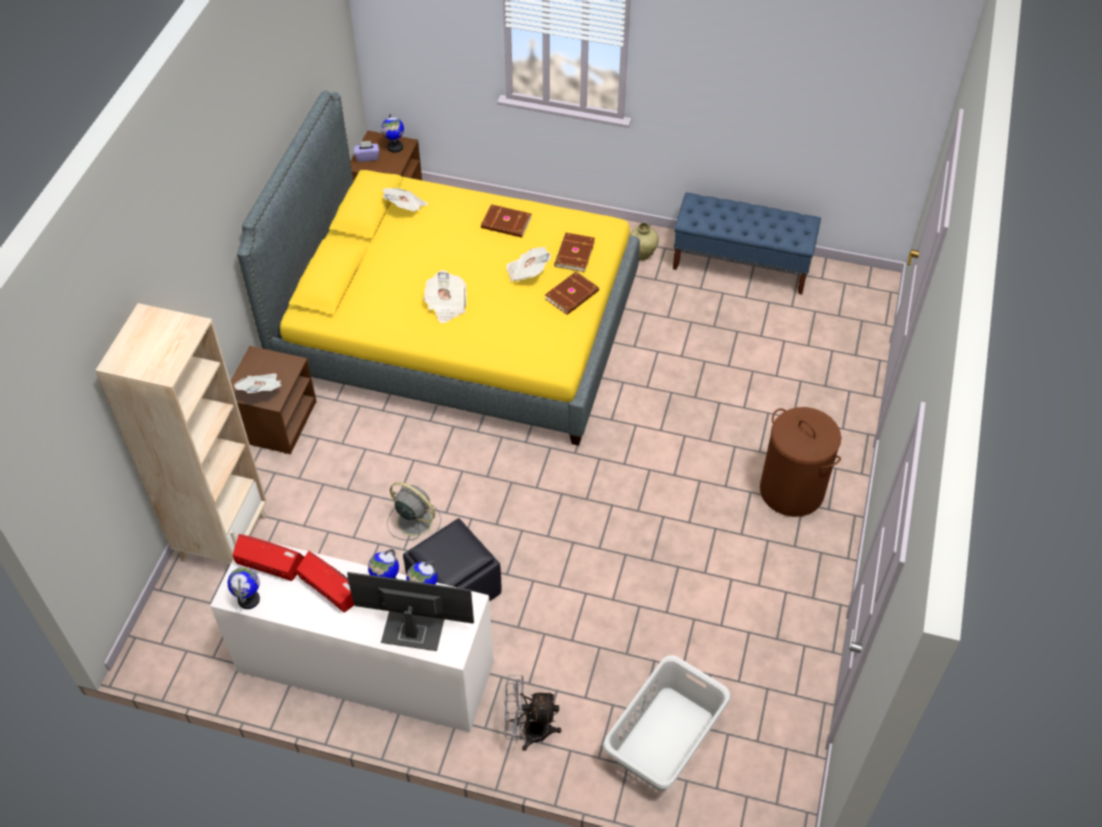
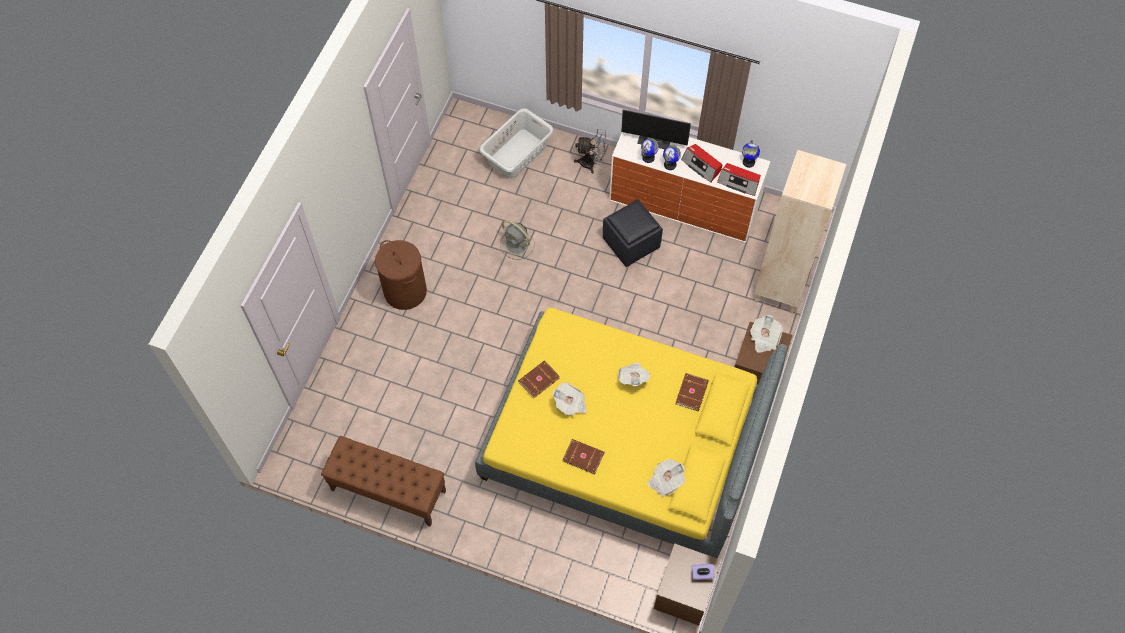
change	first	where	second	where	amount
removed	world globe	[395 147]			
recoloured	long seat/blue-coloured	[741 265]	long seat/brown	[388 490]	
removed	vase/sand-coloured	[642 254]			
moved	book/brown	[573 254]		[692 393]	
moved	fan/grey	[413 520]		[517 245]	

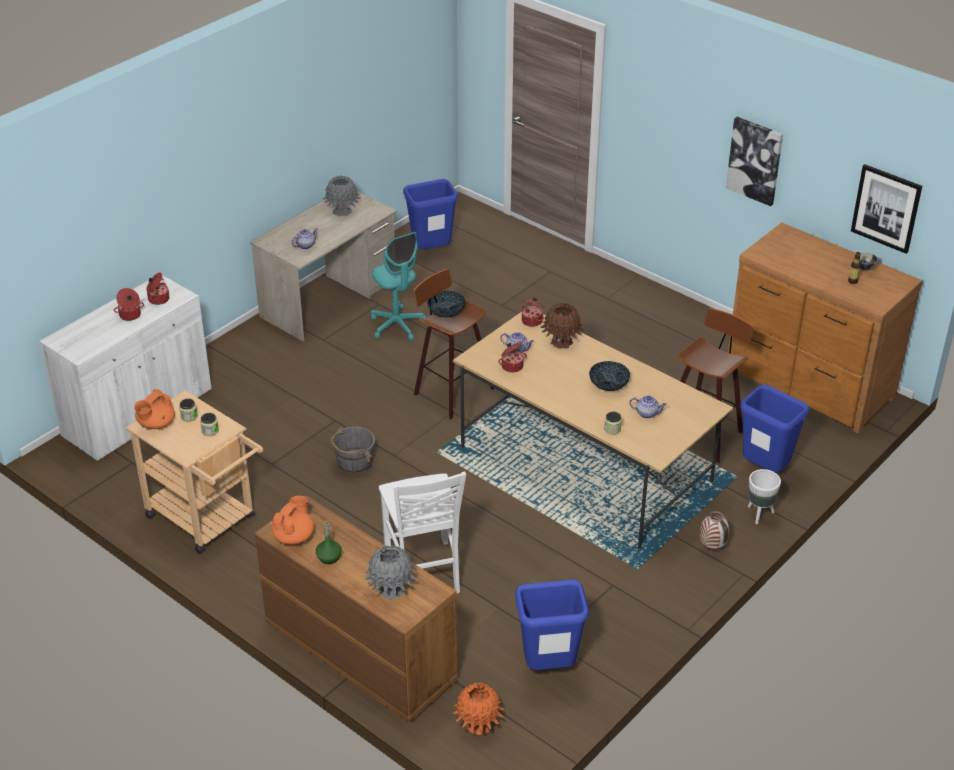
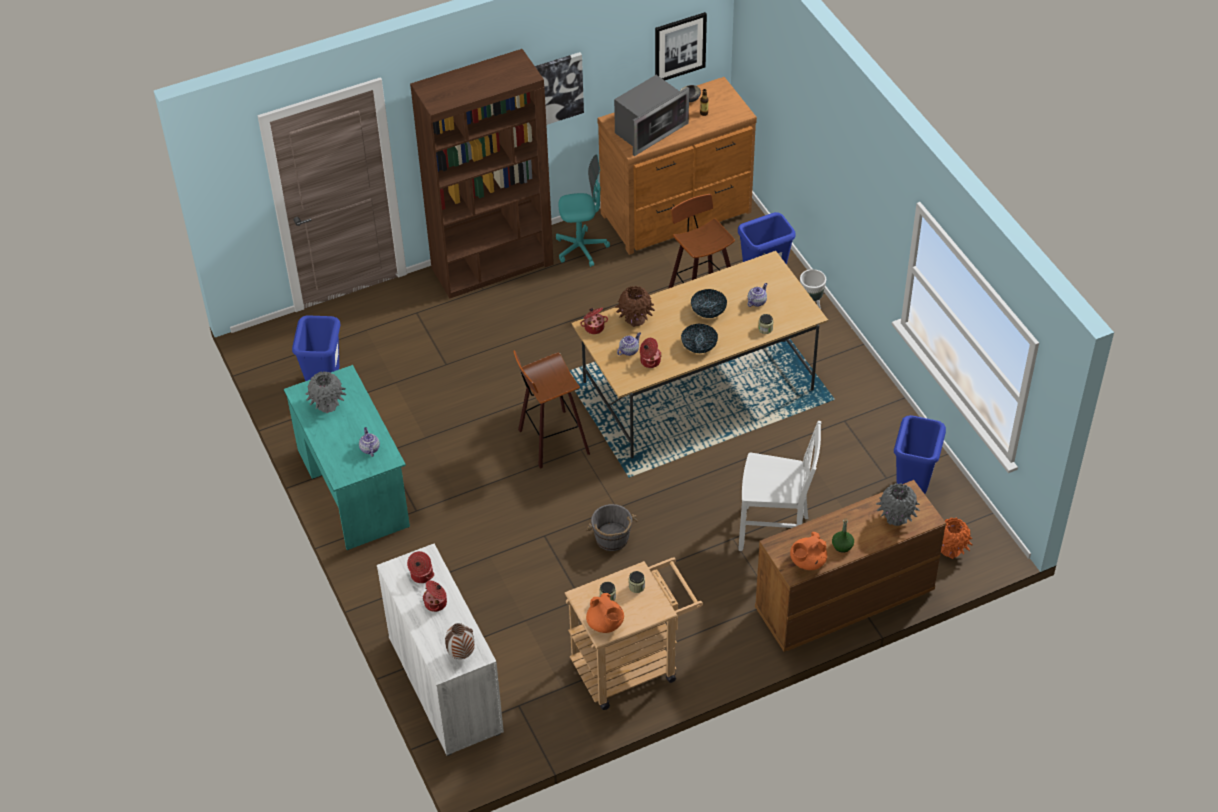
change	first	where	second	where	amount
recoloured	desk table/sand-coloured	[329 299]	desk table/turquoise-coloured	[353 487]	
moved	office chair/turquoise-coloured	[397 325]		[581 248]	
moved	deep dish	[446 312]		[699 345]	
turned	pot for tea/orange-coloured	[294 536]		[807 561]	90 degrees counterclockwise
moved	vase	[712 547]		[461 654]	
added			shelving unit/brown	[493 266]	
added			microwave oven	[649 130]	

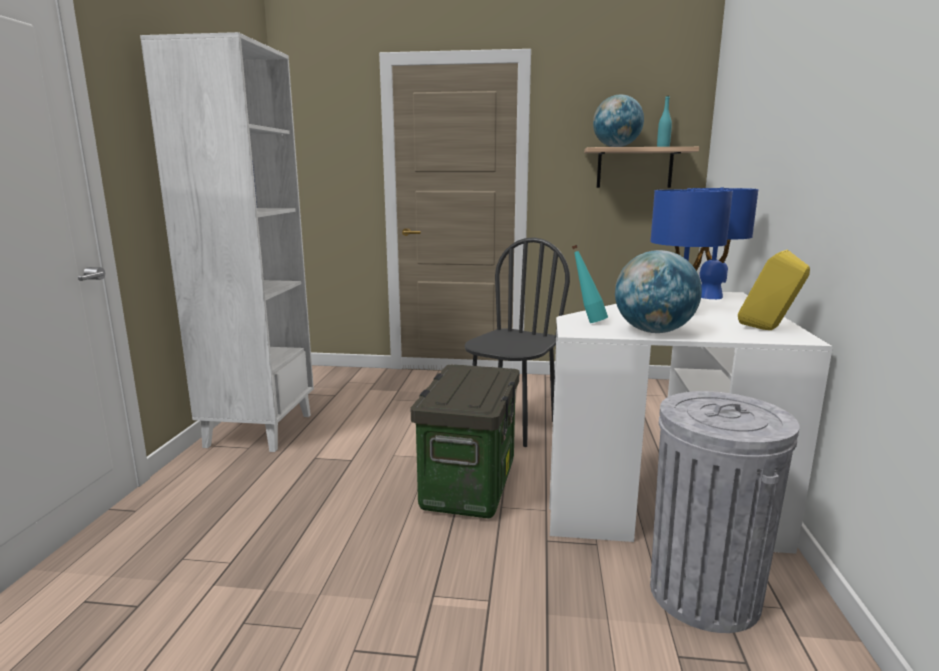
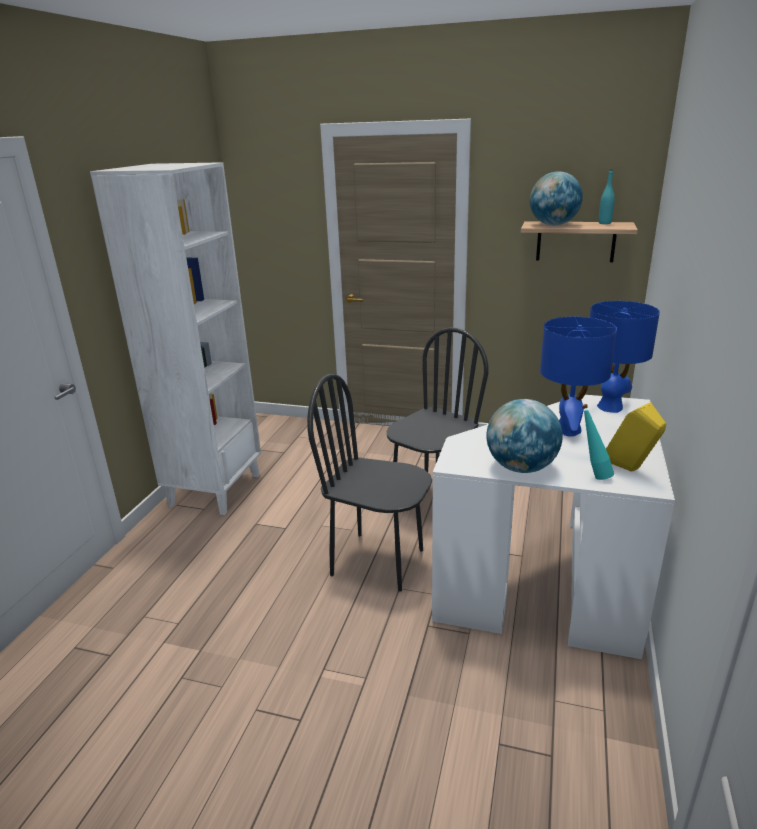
change	first	where	second	where	amount
moved	bottle/turquoise-coloured	[587 322]		[593 475]	
replaced	storage box	[468 484]	upright chair/black	[378 561]	
removed	waste bin/grey	[704 594]			

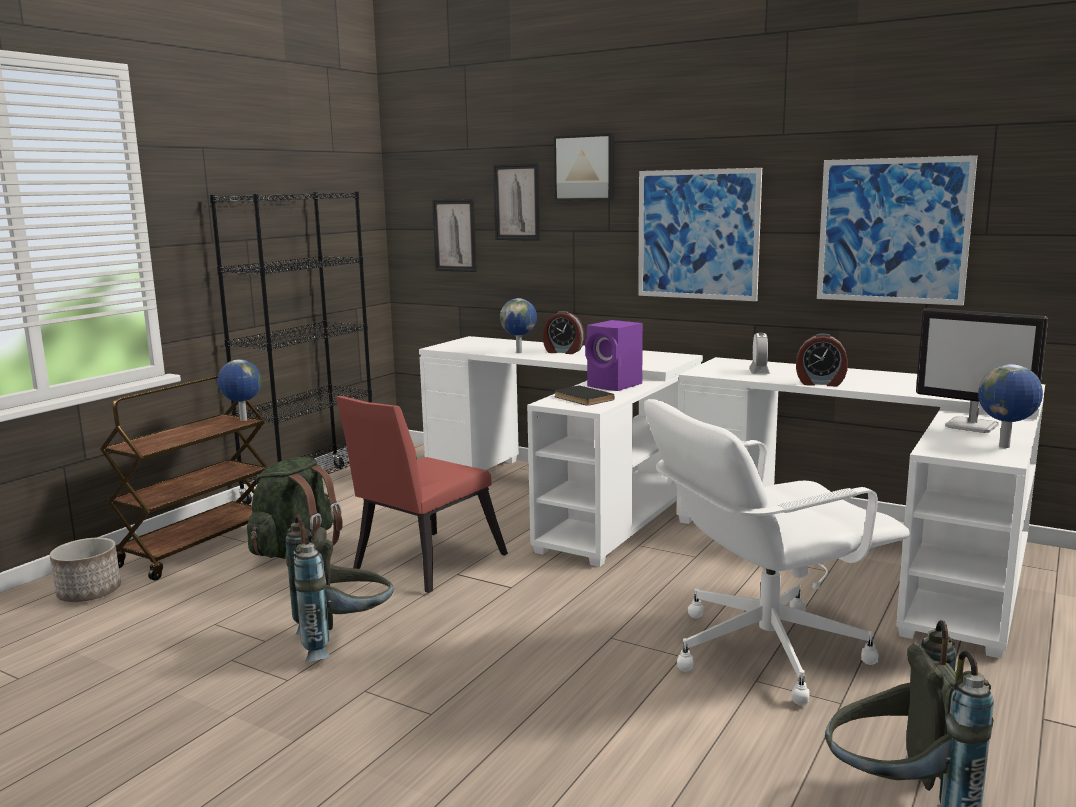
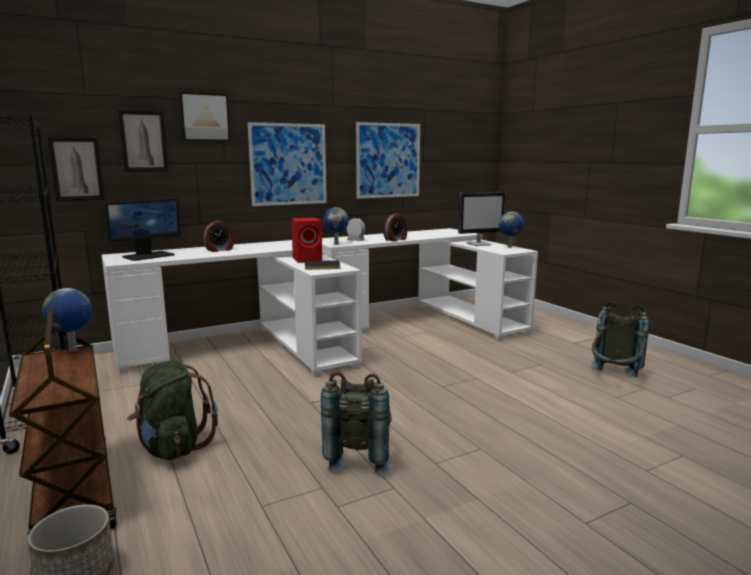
change	first	where	second	where	amount
moved	world globe	[520 352]		[336 244]	
recoloured	loudspeaker/purple	[615 385]	loudspeaker/red	[308 259]	
removed	upright chair/red	[422 564]			
removed	office chair/whitish	[763 650]			
added			monitor	[148 256]	

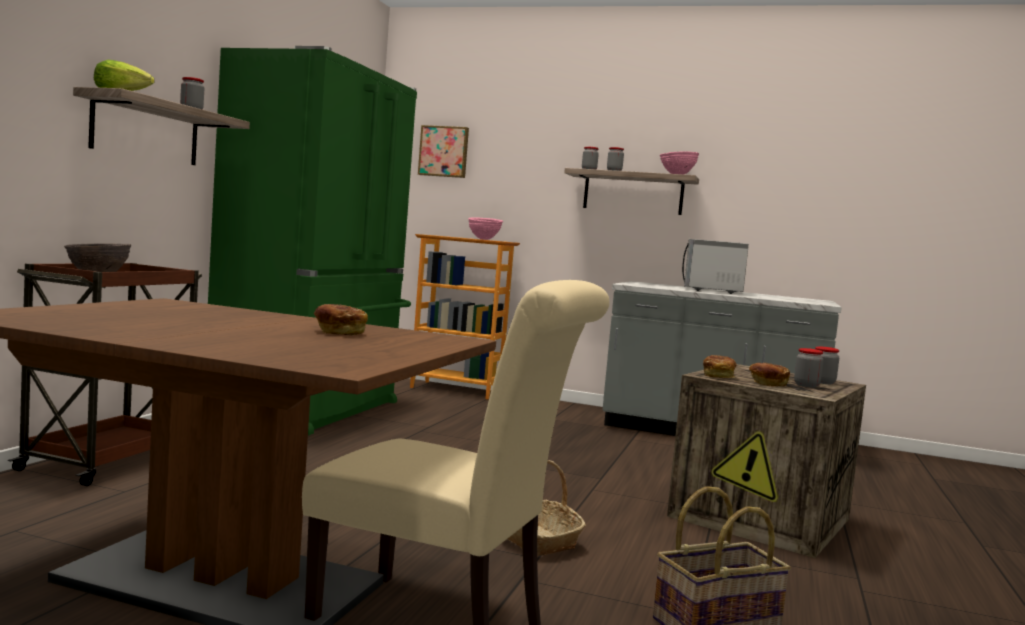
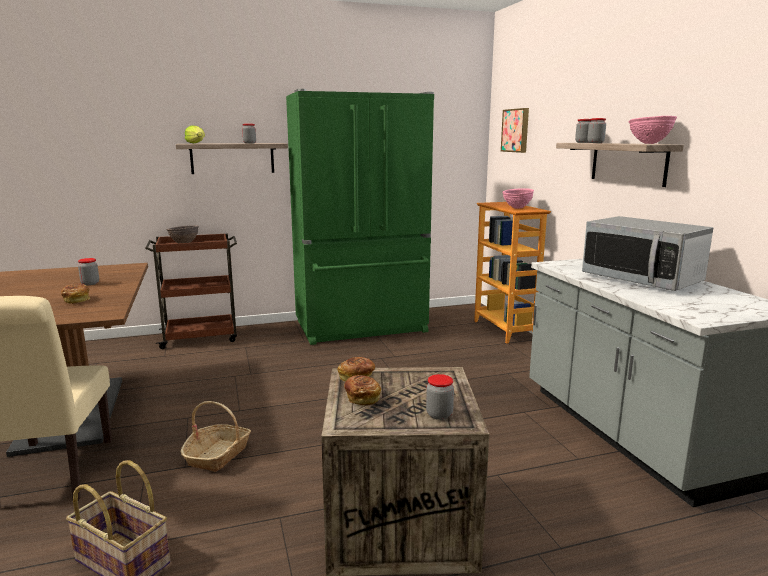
change	first	where	second	where	amount
turned	microwave oven	[712 290]		[641 279]	105 degrees counterclockwise
moved	jar	[806 385]		[90 283]	

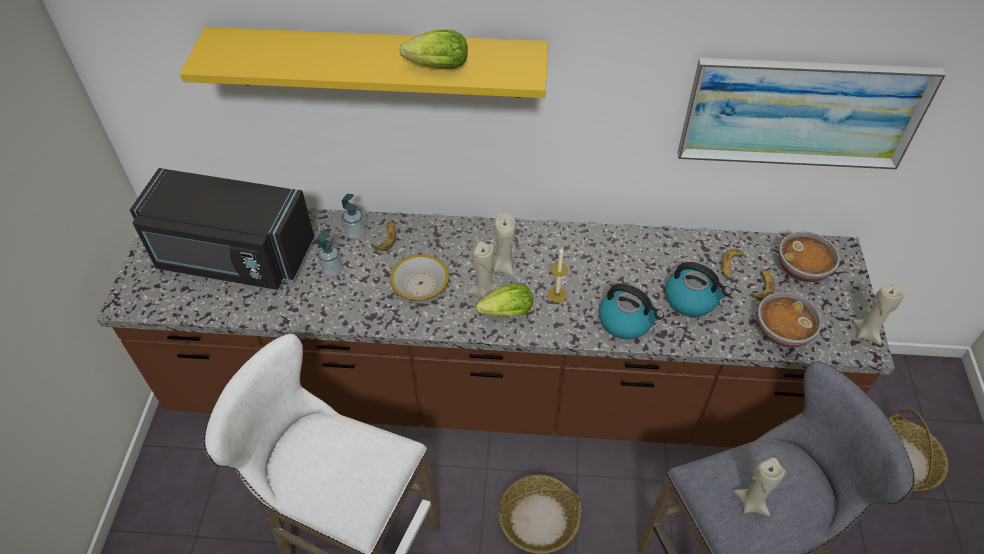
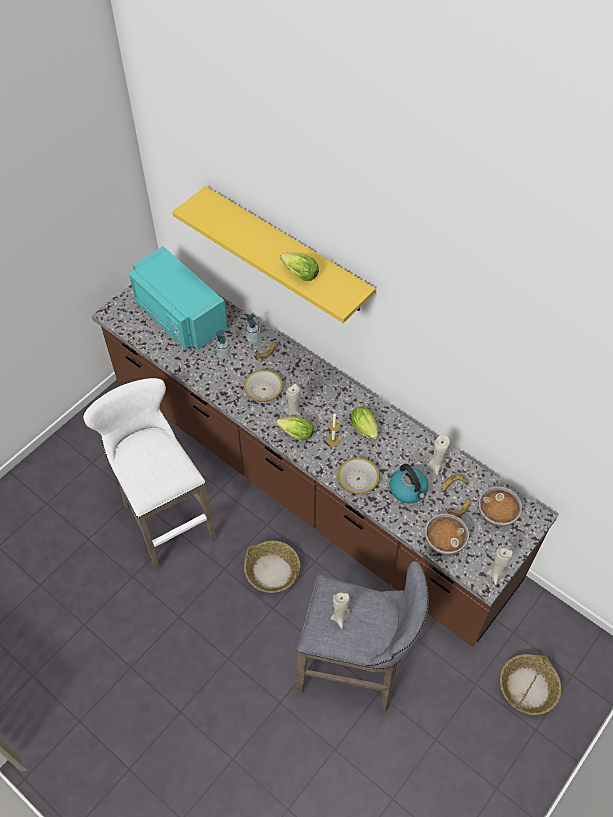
change	first	where	second	where	amount
removed	wall picture	[801 112]			
recoloured	microwave oven/black	[233 257]	microwave oven/turquoise-coloured	[179 317]	
moved	candle/sand-coloured	[503 266]		[435 465]	
replaced	water kettle	[626 321]	deep dish	[358 479]	
added			lettuce	[365 430]	

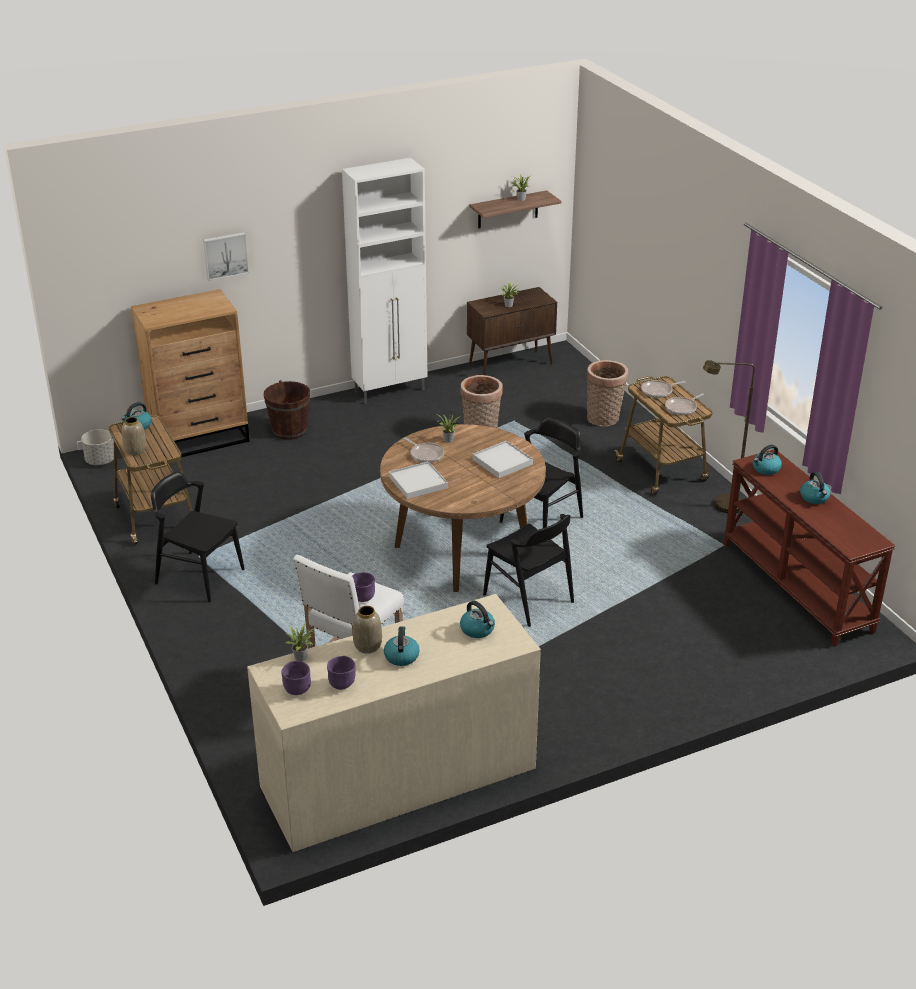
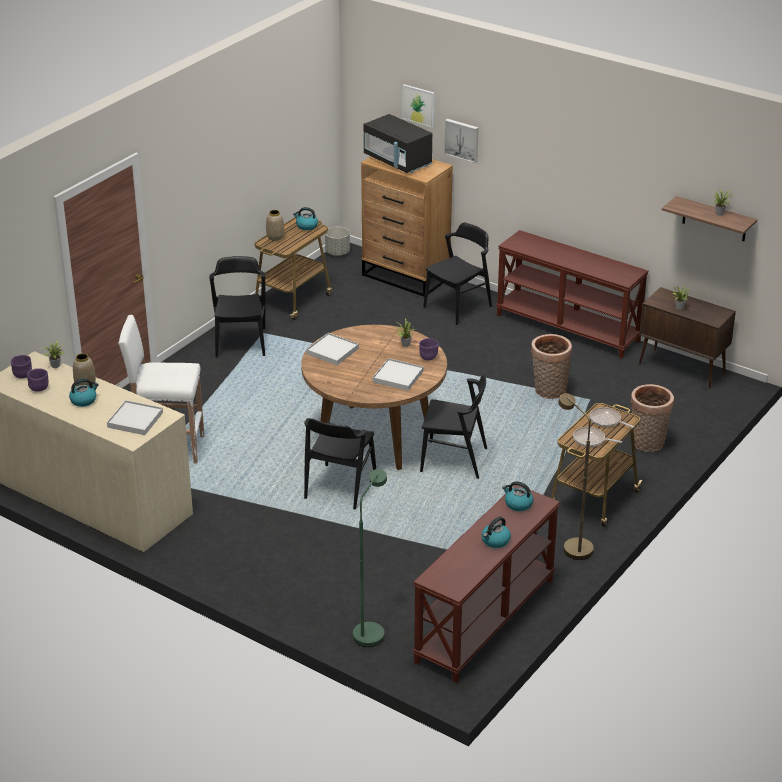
change	first	where	second	where	amount
replaced	storage cabinet/whitish	[391 390]	console table/brown	[568 328]	
replaced	water bucket/brown	[289 431]	upright chair/black	[458 307]	
removed	pan	[425 454]			
moved	deep dish/purple	[363 597]		[428 357]	
replaced	water kettle	[478 630]	tray/whitish	[135 420]	
added			wall picture	[419 105]	
added			microwave oven/black	[397 161]	
added			standard lamp/greenish	[371 630]	

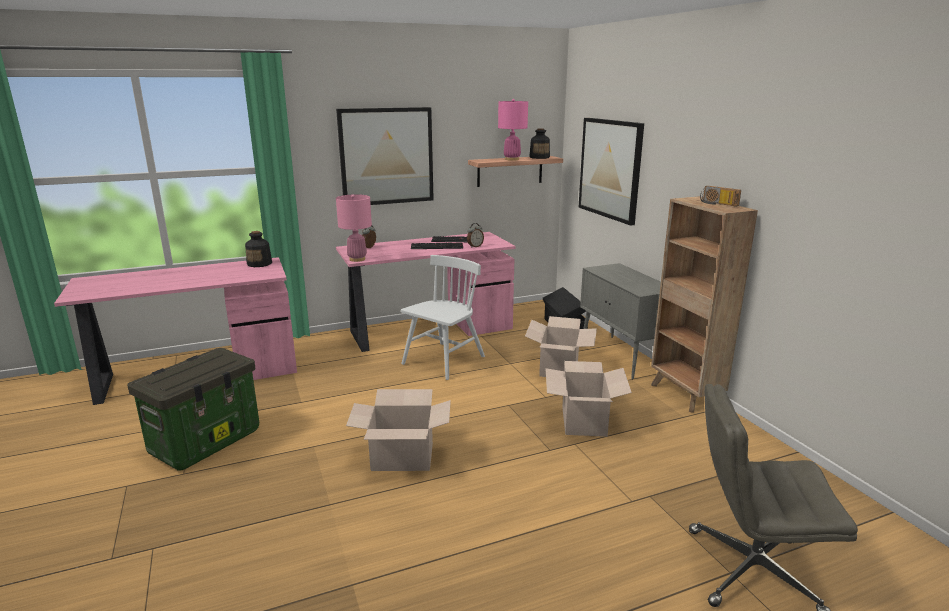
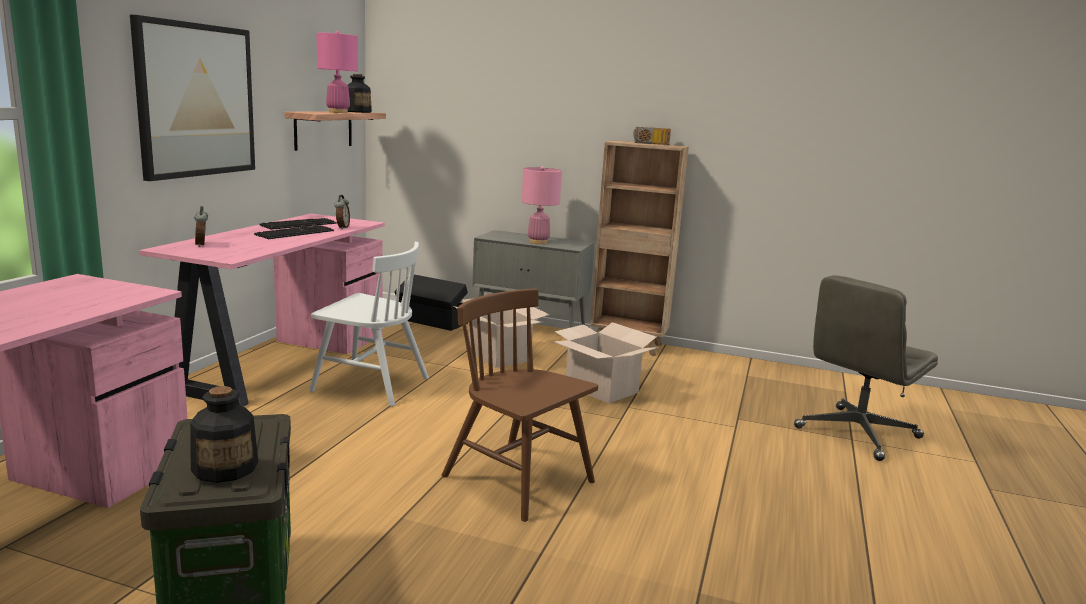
change	first	where	second	where	amount
removed	wall picture	[610 169]			
moved	lamp for a table/pink	[357 259]		[538 242]	
moved	bottle	[260 264]		[225 468]	
turned	upright chair/whitish	[443 360]		[370 384]	120 degrees clockwise
replaced	packing box	[402 457]	upright chair/brown	[518 480]	

